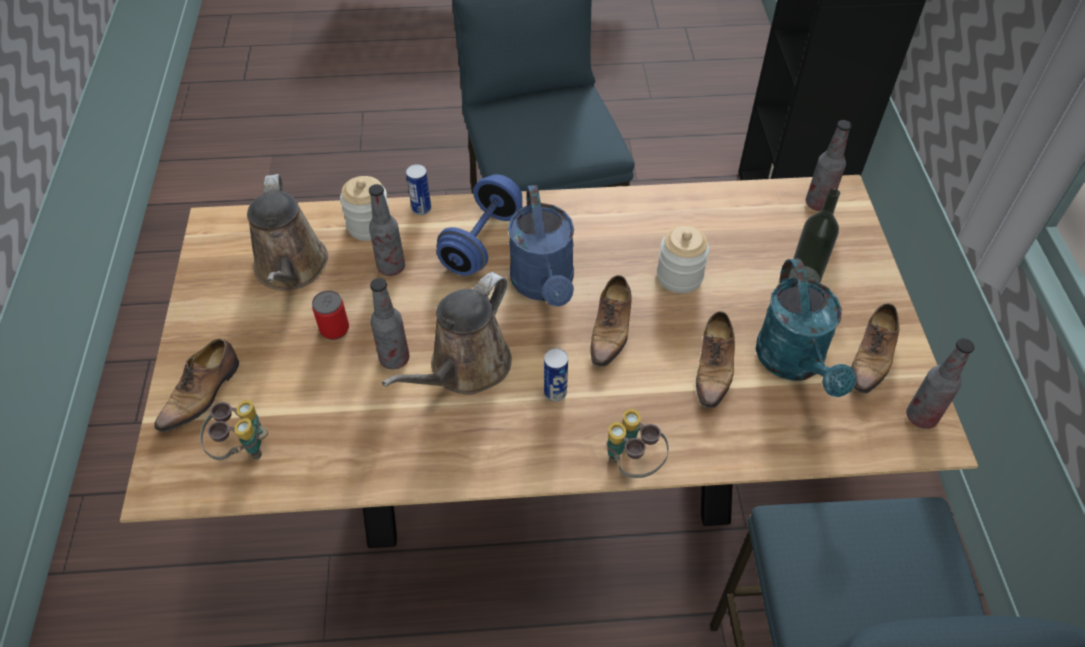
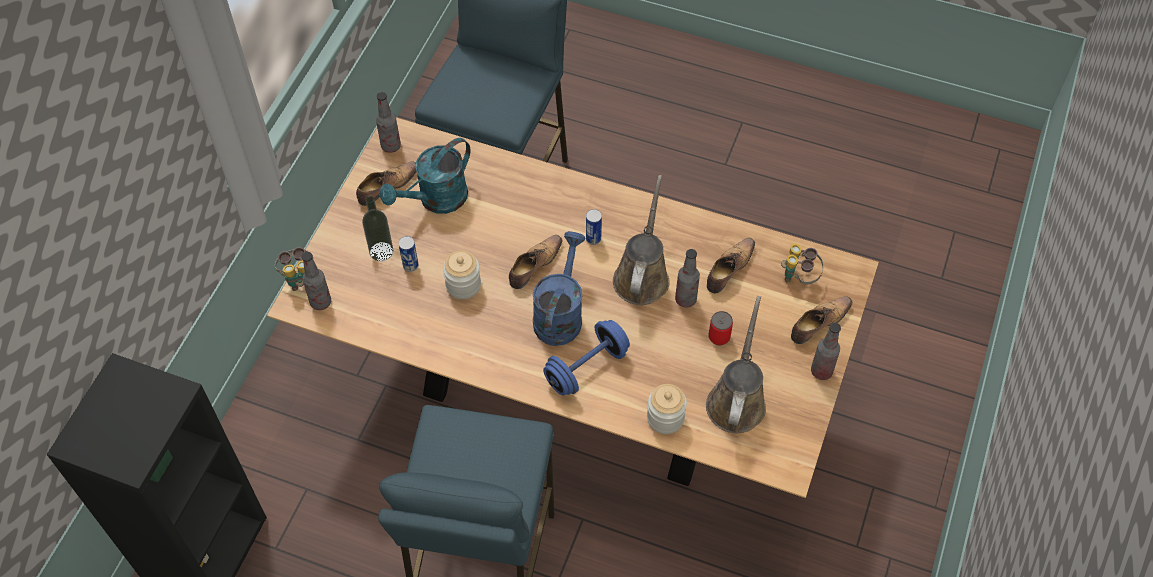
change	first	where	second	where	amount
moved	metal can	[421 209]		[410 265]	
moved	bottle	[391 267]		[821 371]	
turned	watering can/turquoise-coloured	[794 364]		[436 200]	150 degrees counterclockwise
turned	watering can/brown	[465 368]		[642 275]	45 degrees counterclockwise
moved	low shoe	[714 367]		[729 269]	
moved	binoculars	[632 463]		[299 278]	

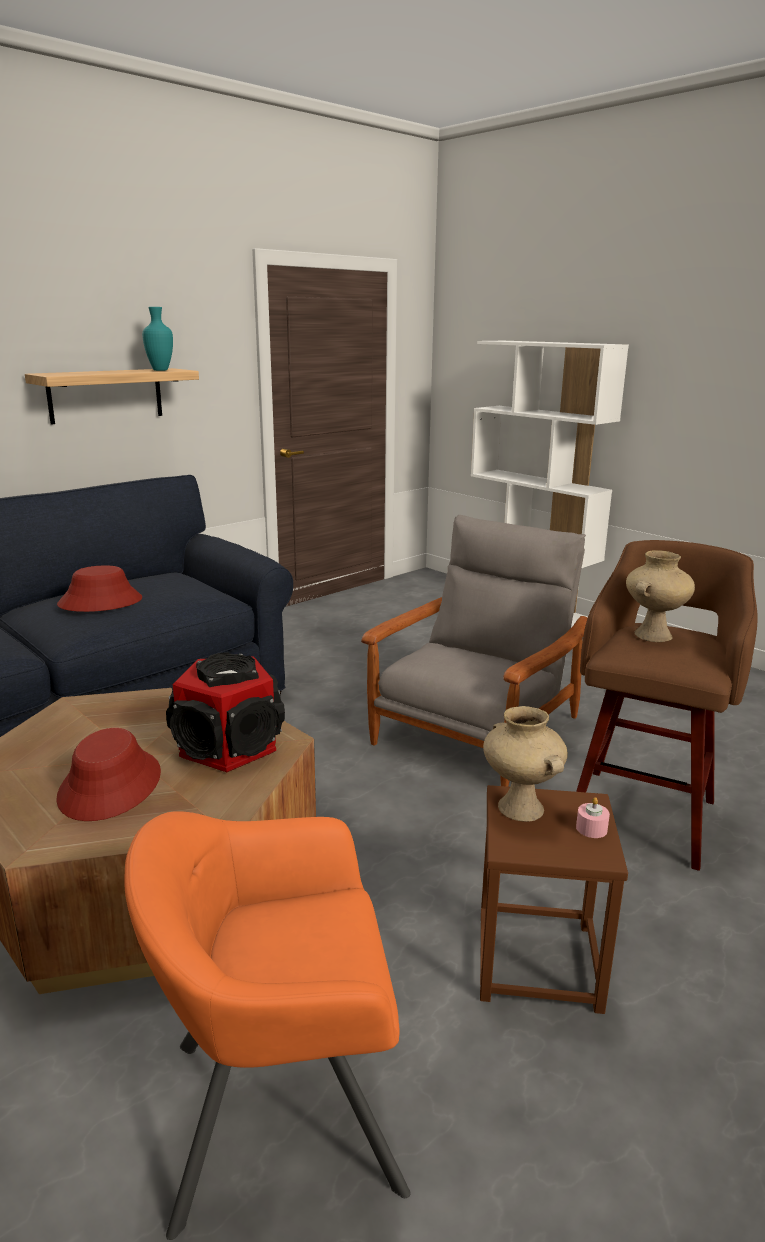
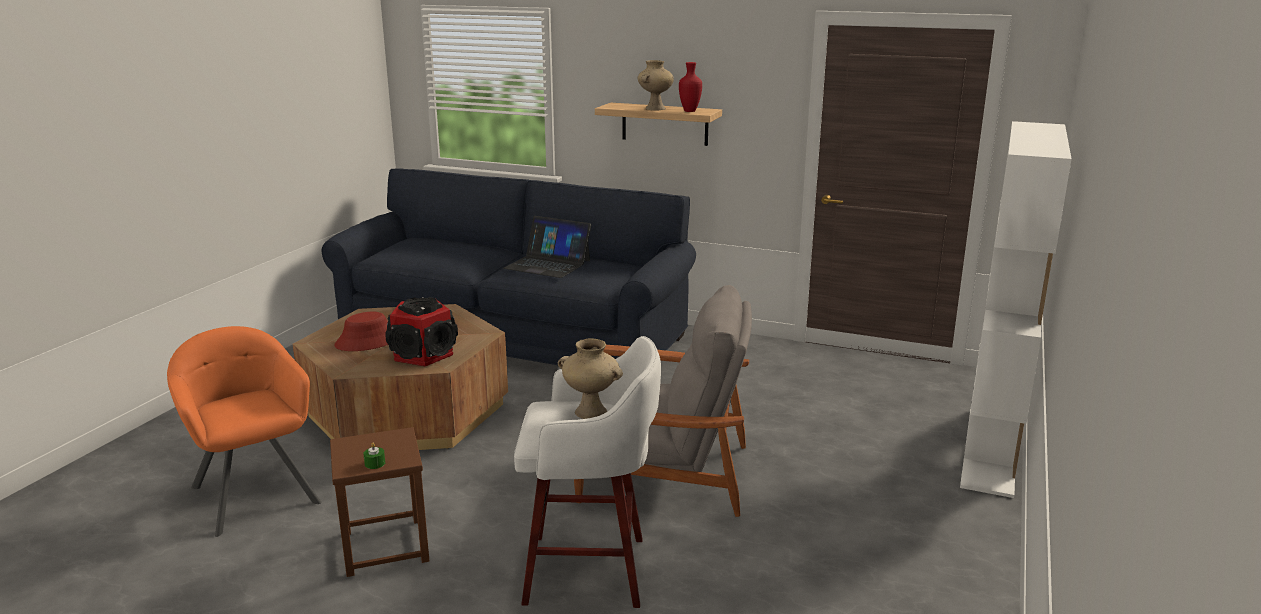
change	first	where	second	where	amount
recoloured	vase/turquoise-coloured	[160 370]	vase/red	[689 111]	
recoloured	sitting stool/brown	[643 813]	sitting stool/whitish	[590 571]	
replaced	hat/red	[100 602]	notebook computer	[548 264]	
moved	vase/sand-coloured	[519 808]		[655 108]	
recoloured	candle/pink	[591 828]	candle/greenish	[375 463]	

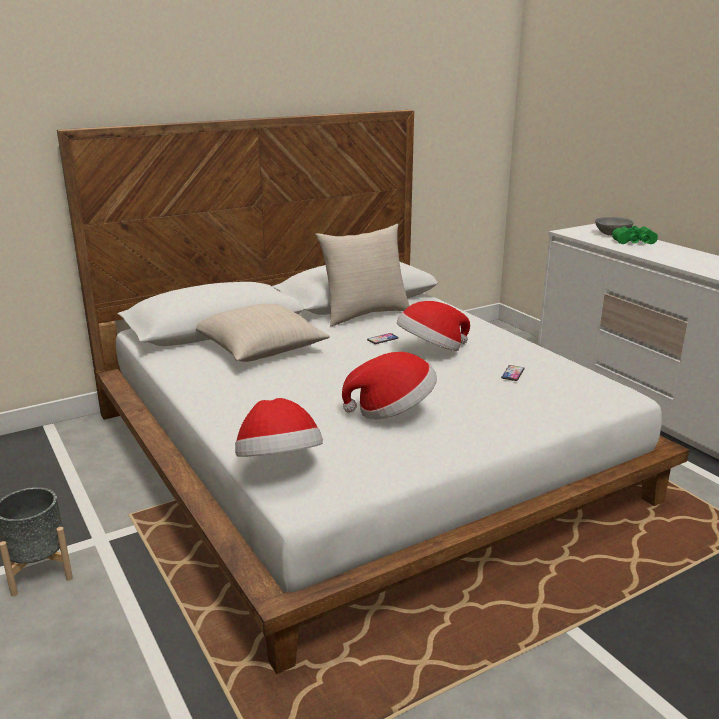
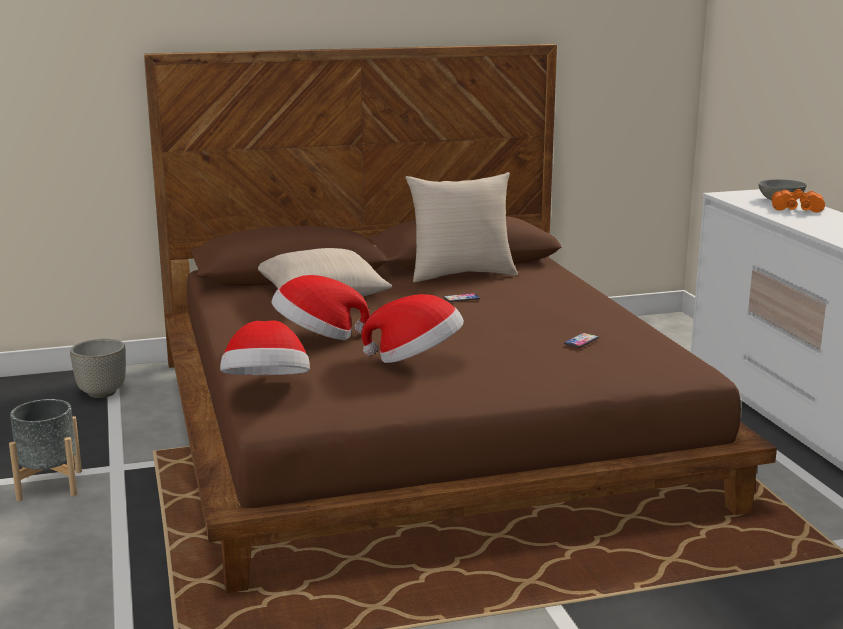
change	first	where	second	where	amount
recoloured	bed/whitish	[359 454]	bed/brown	[421 428]	
recoloured	binoculars/greenish	[635 243]	binoculars/orange-coloured	[797 210]	
moved	hat	[431 350]		[317 337]	
added			flower pot/grey	[102 393]	

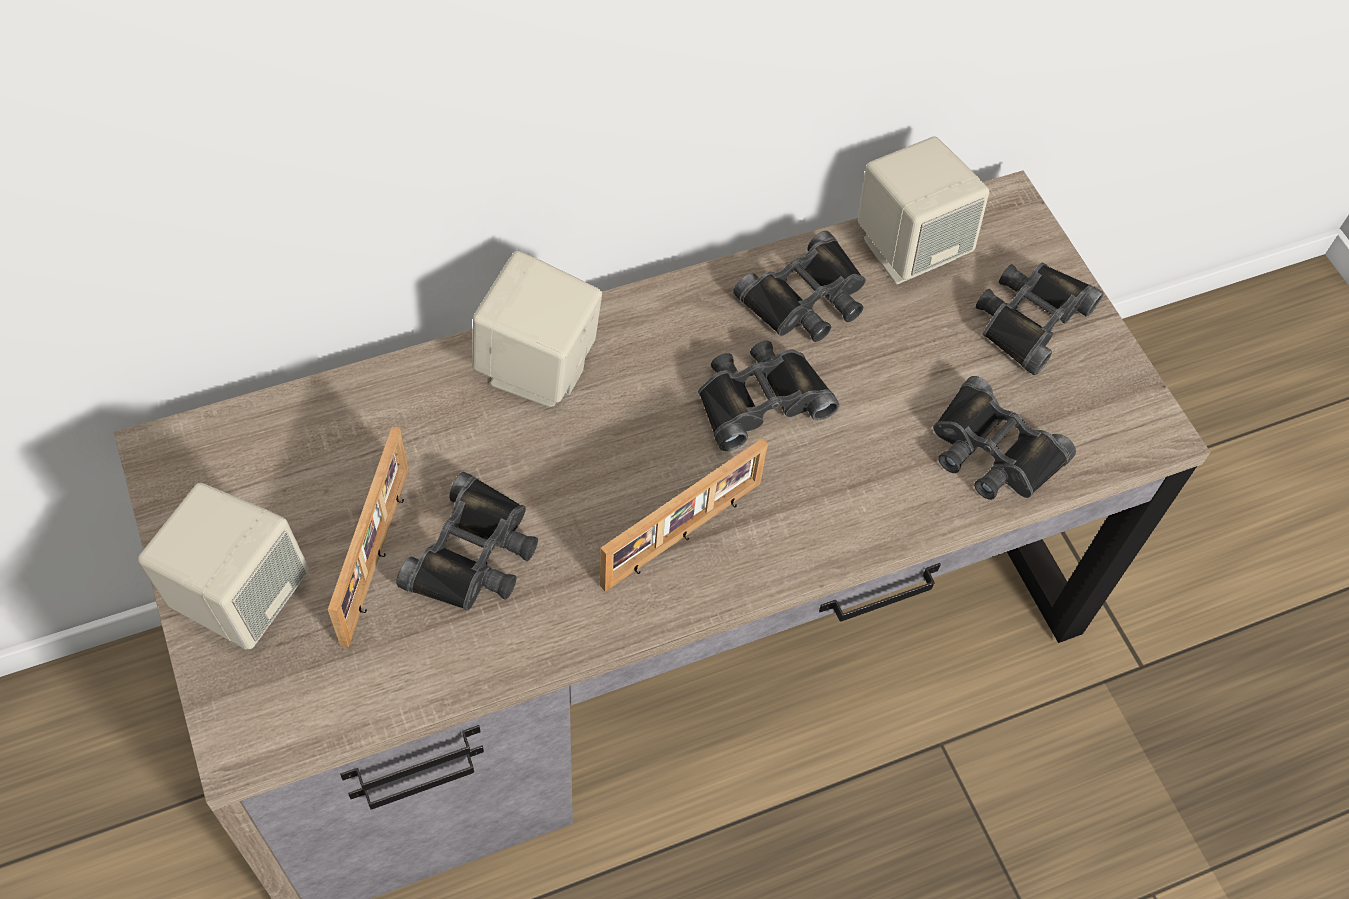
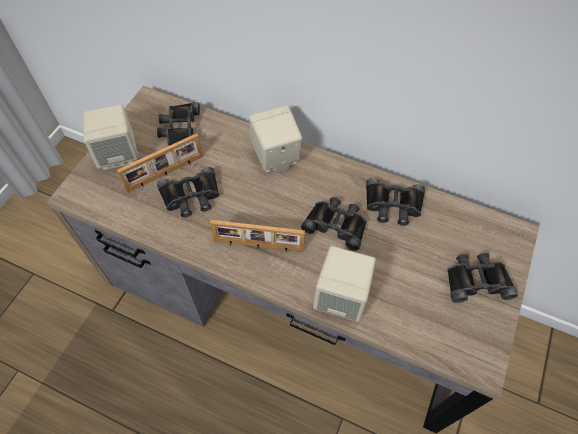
change	first	where	second	where	amount
moved	loudspeaker/sand-coloured	[909 248]		[341 297]	
moved	binoculars/black	[992 452]		[180 128]	

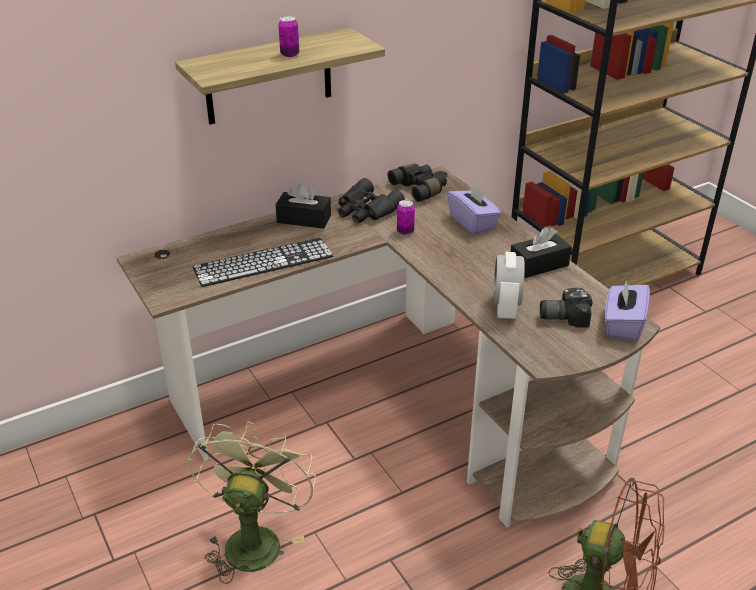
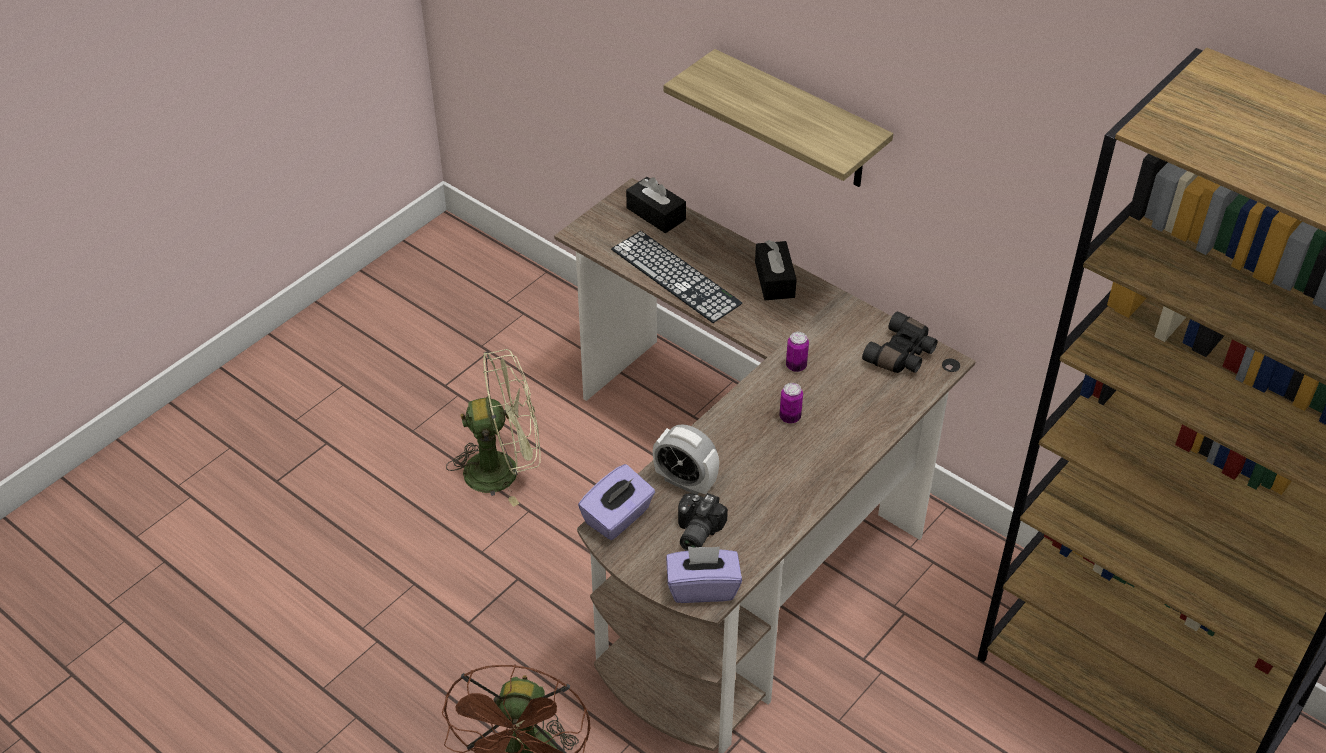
change	first	where	second	where	amount
moved	metal can	[290 54]		[790 417]	
removed	binoculars/black	[366 210]			
moved	box of tissues/purple	[473 223]		[618 517]	
moved	box of tissues/black	[539 265]		[656 214]	
turned	table clock	[505 308]		[685 481]	135 degrees counterclockwise
turned	photo camera	[563 316]		[695 532]	135 degrees counterclockwise

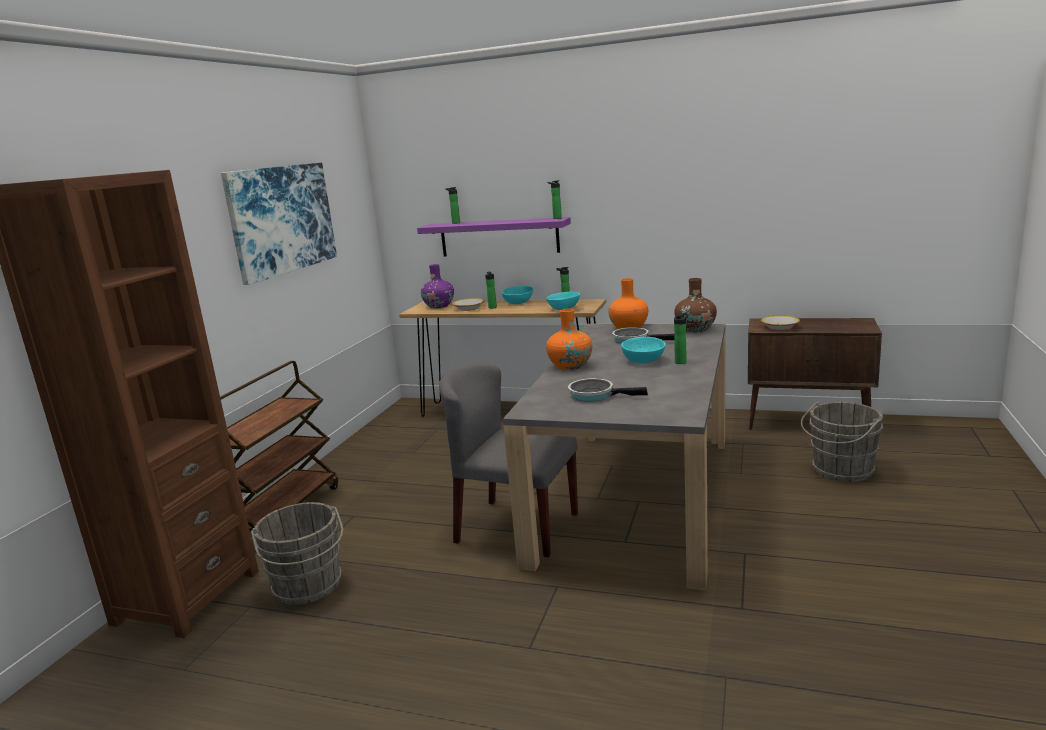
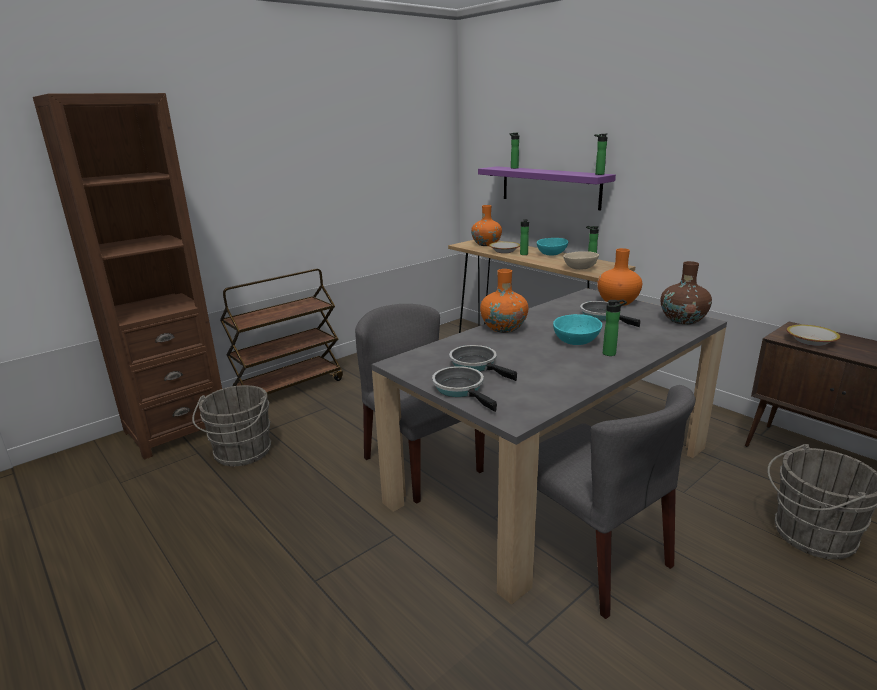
change	first	where	second	where	amount
removed	wall picture	[282 219]			
recoloured	vase/purple	[439 306]	vase/orange-coloured	[486 244]	
recoloured	deep dish/turquoise-coloured	[564 308]	deep dish/sand-coloured	[580 268]	
added			pan	[461 389]	
added			upright chair/grey	[592 555]	

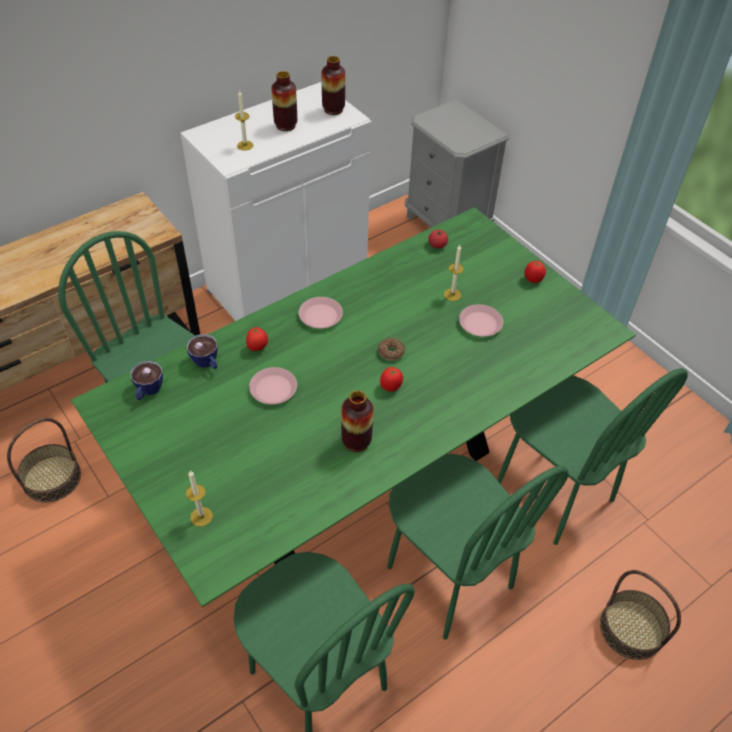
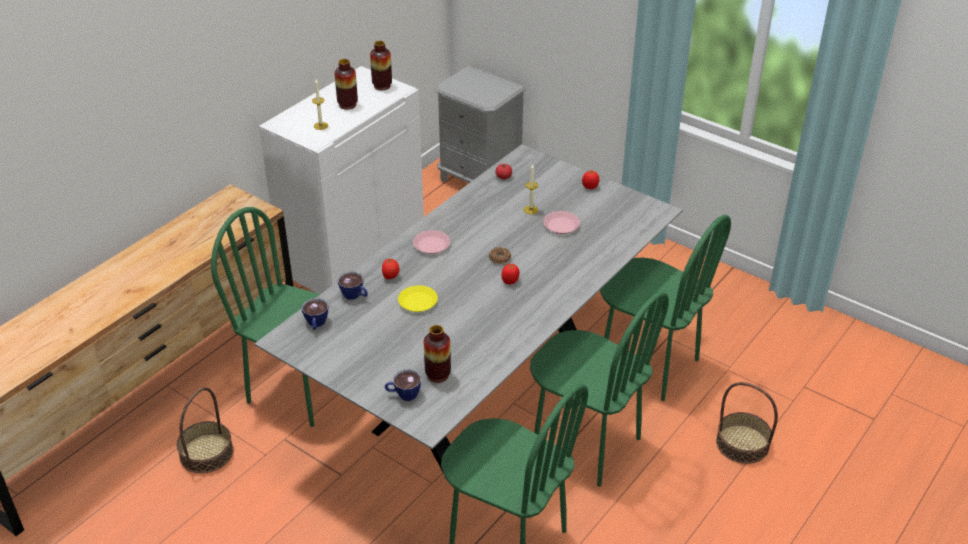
change	first	where	second	where	amount
recoloured	dinner table/greenish	[362 474]	dinner table/grey	[483 387]	
recoloured	plate/pink	[273 389]	plate/yellow	[418 302]	
moved	vase	[356 442]		[438 375]	
replaced	candle	[201 516]	drinking cup	[403 394]	

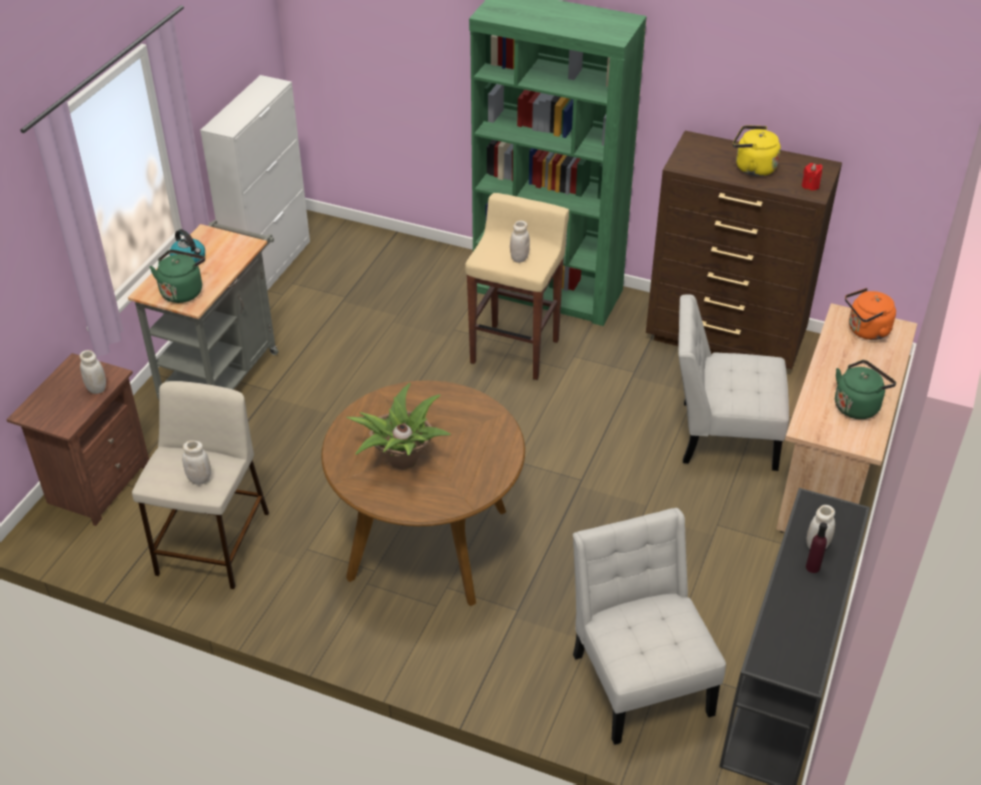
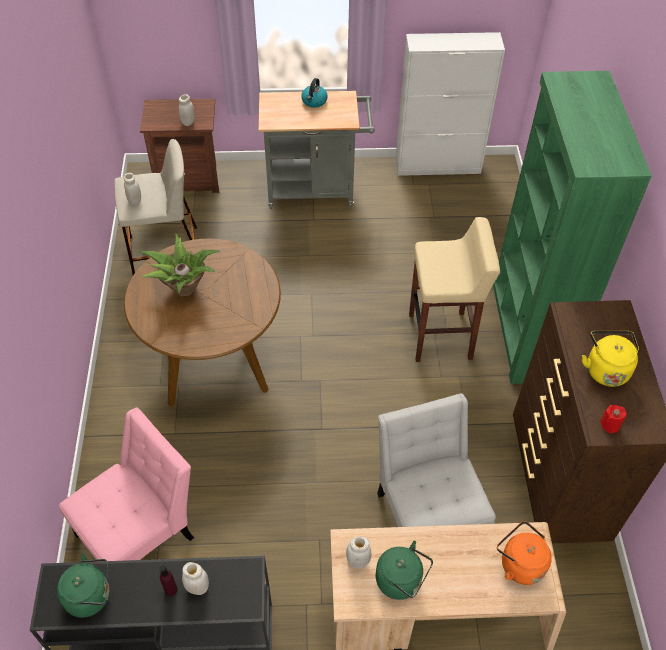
change	first	where	second	where	amount
moved	jar/whitish	[519 258]		[358 561]	
moved	water kettle/greenish	[183 291]		[91 596]	
recoloured	upright chair/whitish	[639 677]	upright chair/pink	[141 531]	

